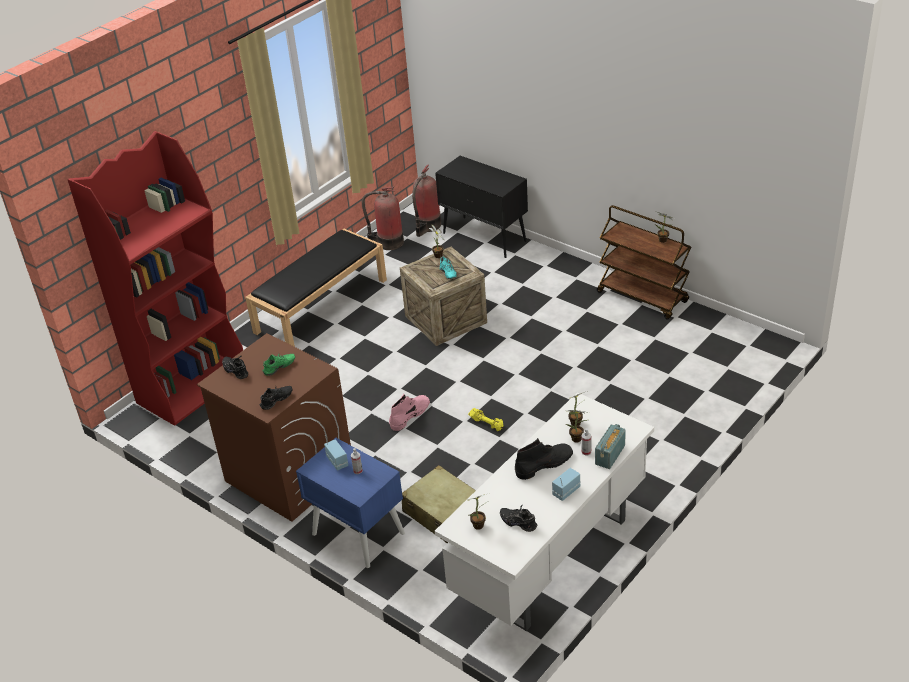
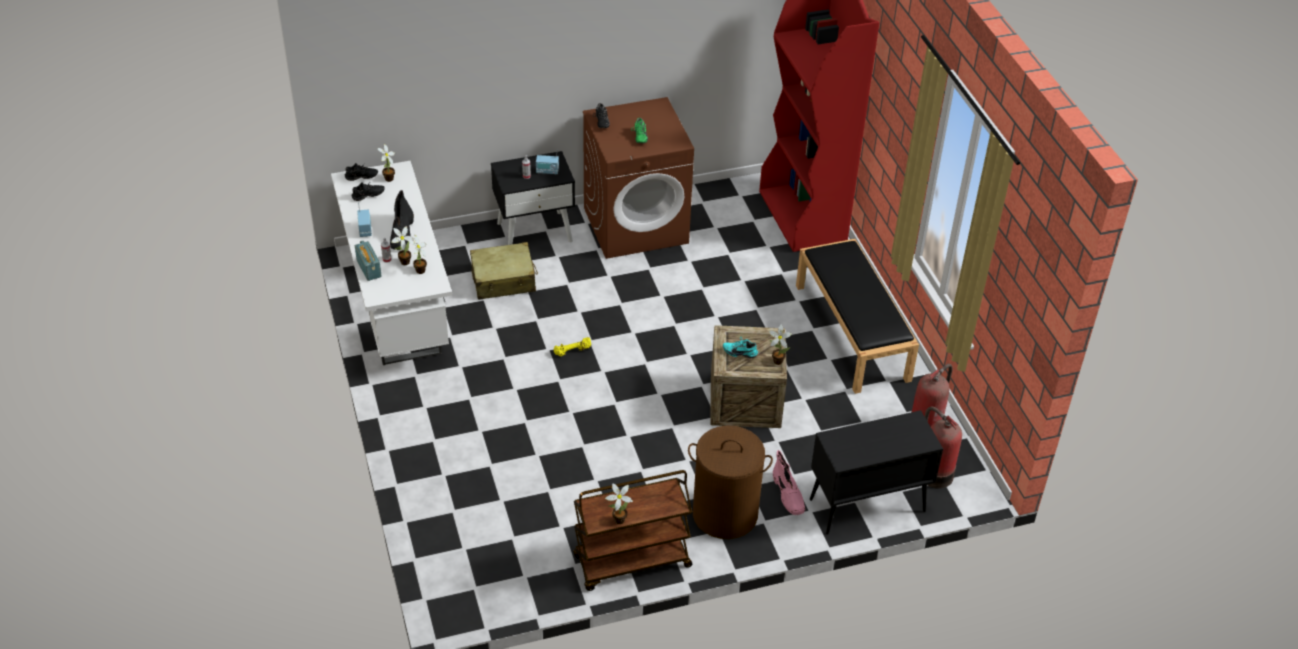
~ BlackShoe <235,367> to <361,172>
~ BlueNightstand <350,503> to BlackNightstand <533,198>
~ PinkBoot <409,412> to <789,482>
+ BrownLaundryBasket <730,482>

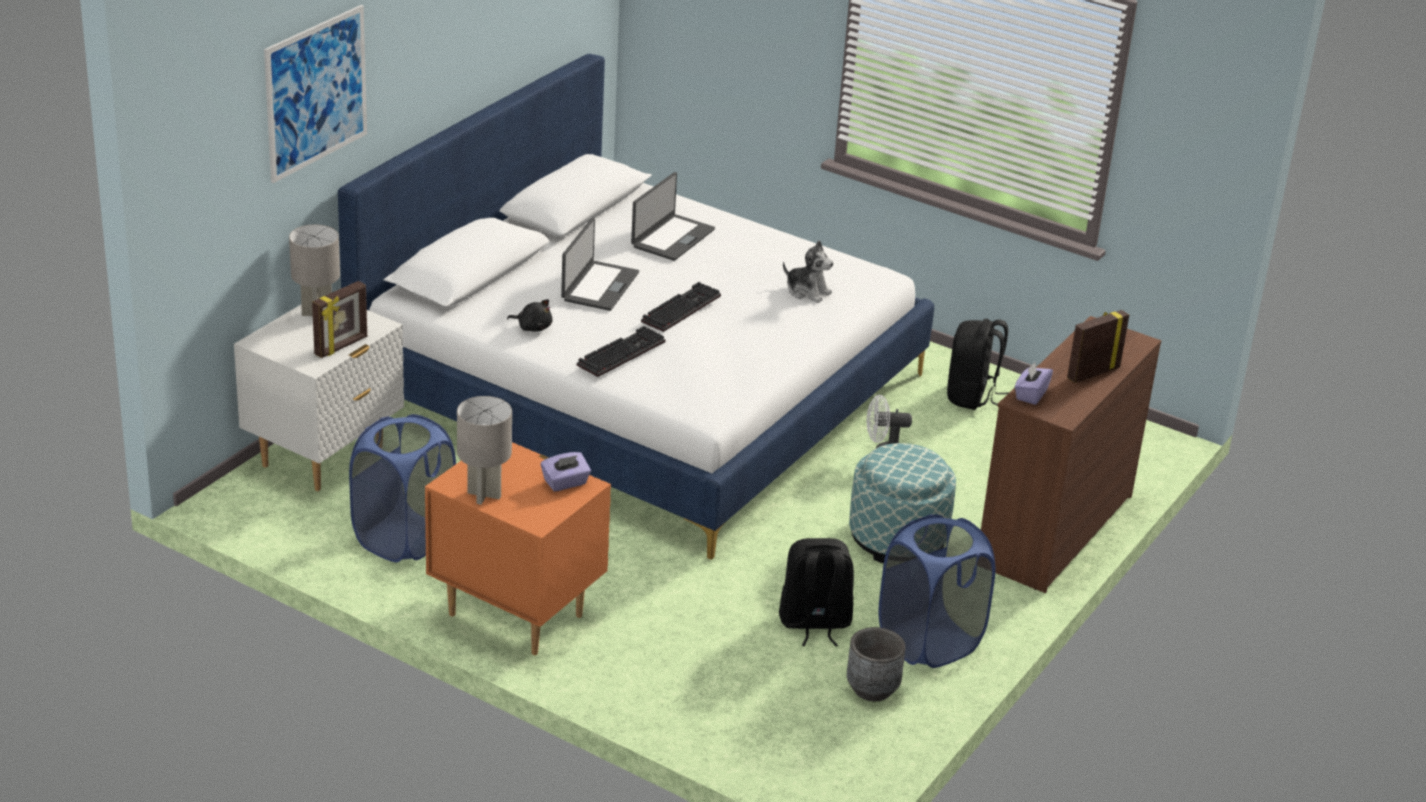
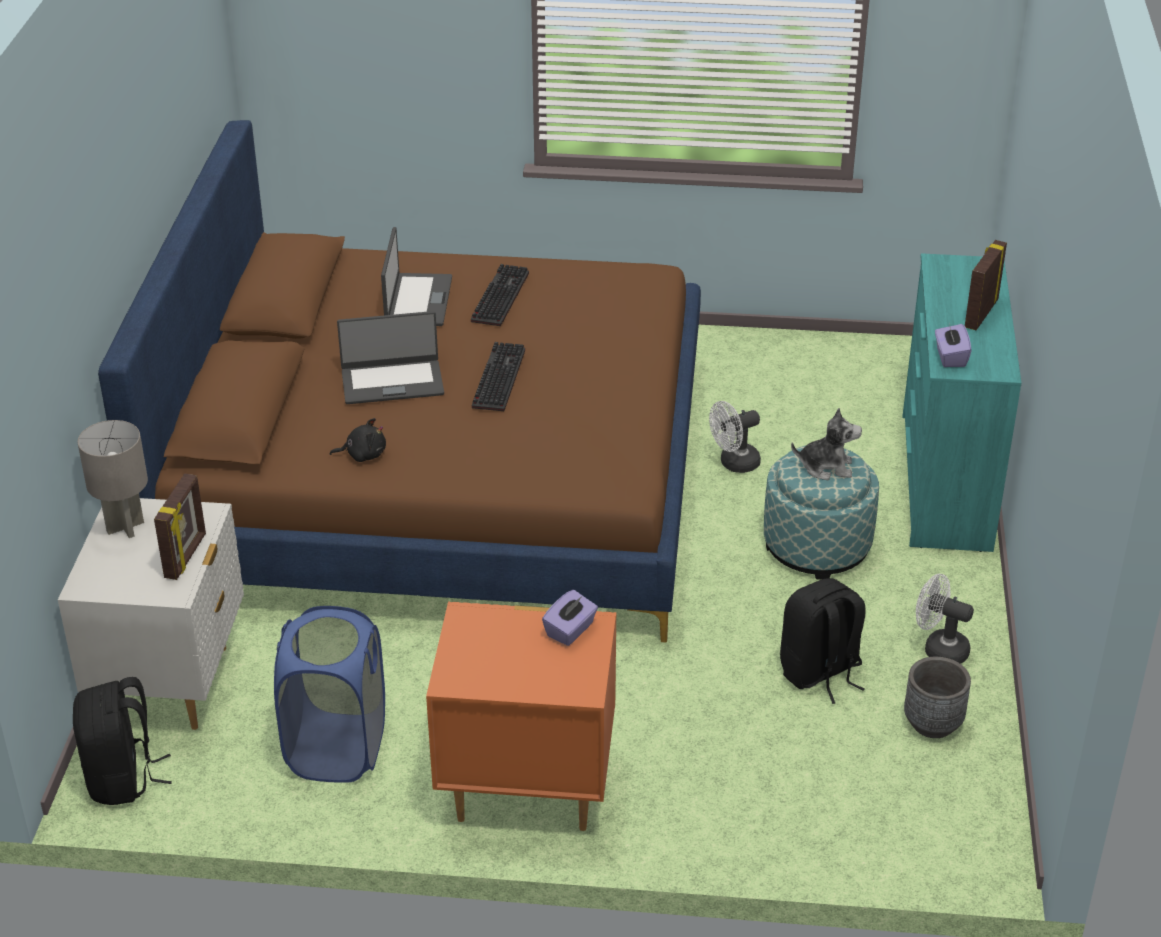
- Picture <315,94>
~ WhiteBed <636,307> to BrownBed <399,381>
- GreyTableLamp <484,450>
~ Laptop <600,264> = <390,357> 90 degrees clockwise
~ Keyboard <621,351> to <500,295>
~ PlushToy <808,271> to <826,444>
~ BlueLaundryBasket <937,591> to WhiteFan <945,619>
~ BlackBackpack <977,364> to <122,741>
~ BrownDresser <1071,454> to TurquoiseDresser <961,402>

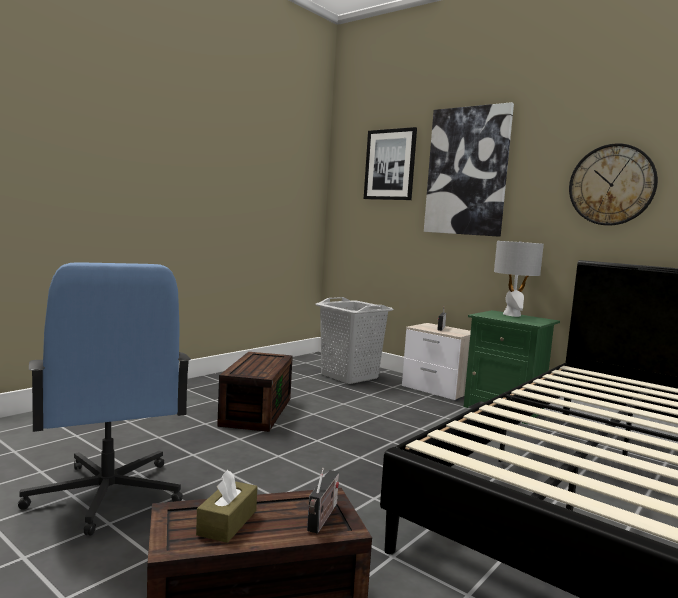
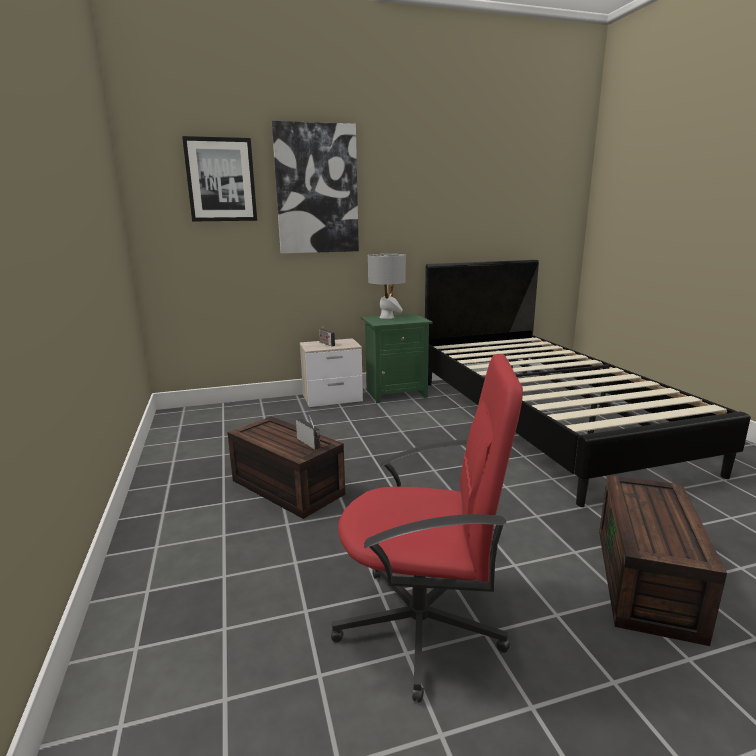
~ BlueOfficeChair <104,399> to RedOfficeChair <427,528>
- BrownTissueBox <226,506>
~ Radio <323,501> to <308,432>
- GreyLaundryBasket <354,340>
- WallClock <613,184>

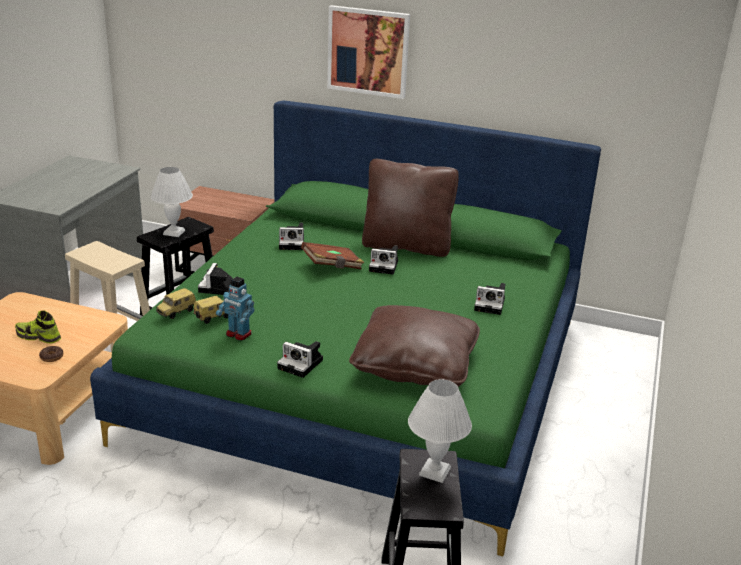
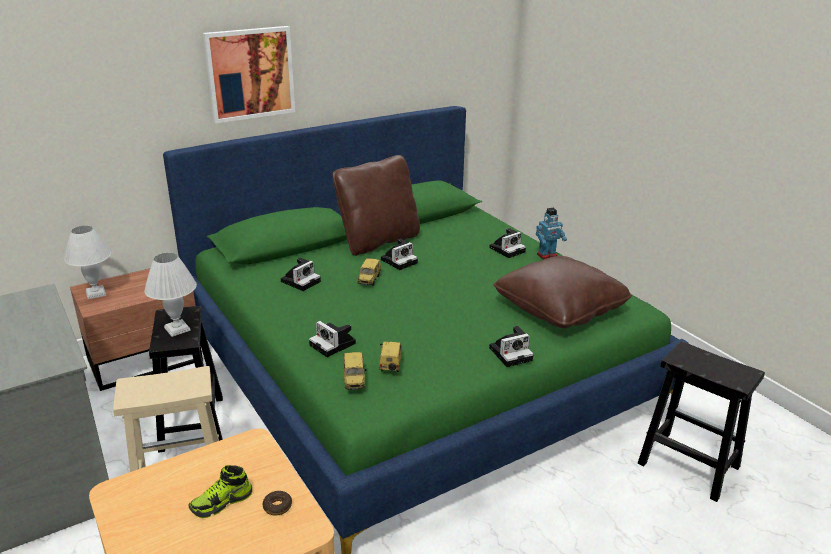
~ ToyRobot <235,309> to <551,233>
~ BrownBook <332,255> to ToyCar <370,272>
~ WhiteTableLamp <440,431> to <87,262>

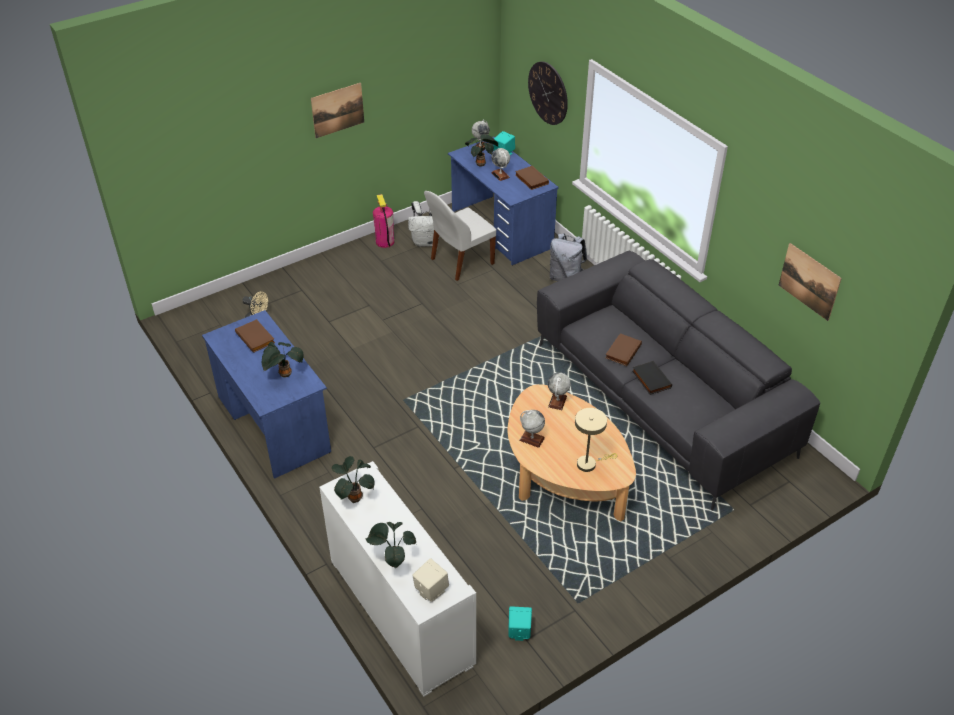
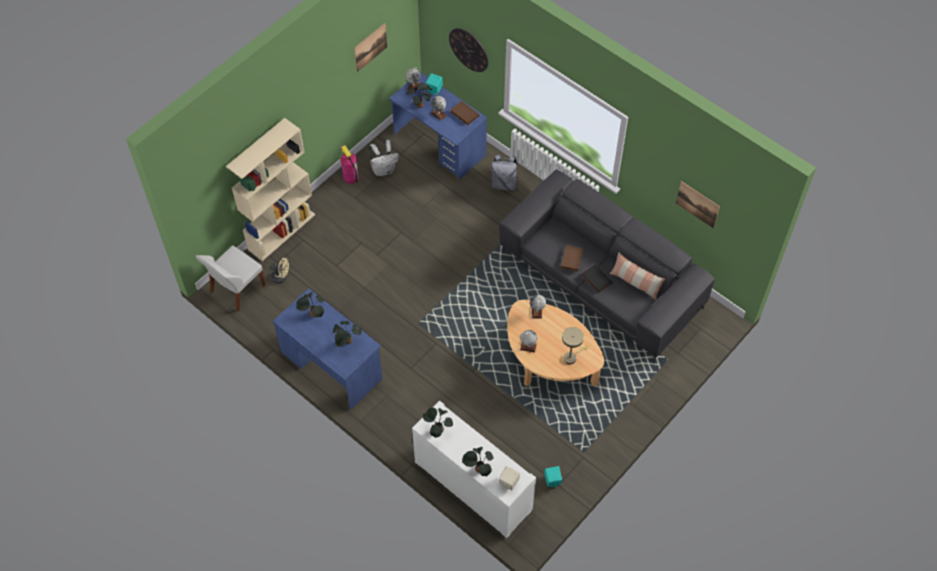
~ BrownBook <255,336> to PottedPlant <310,305>
~ Picture <337,110> to <370,47>
~ WhiteChair <460,236> to <230,278>
+ BeigeBookcase <270,189>
+ Pillow <637,276>

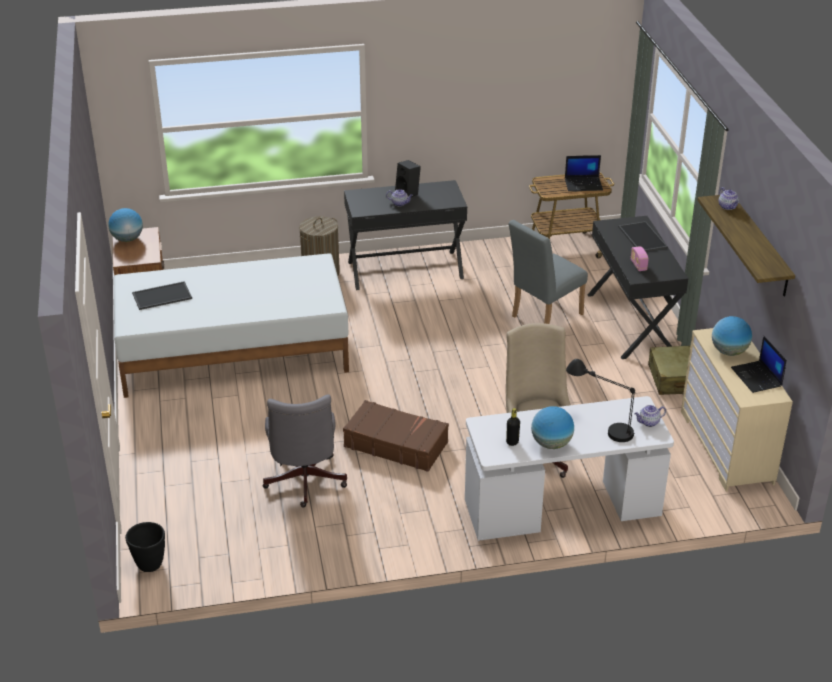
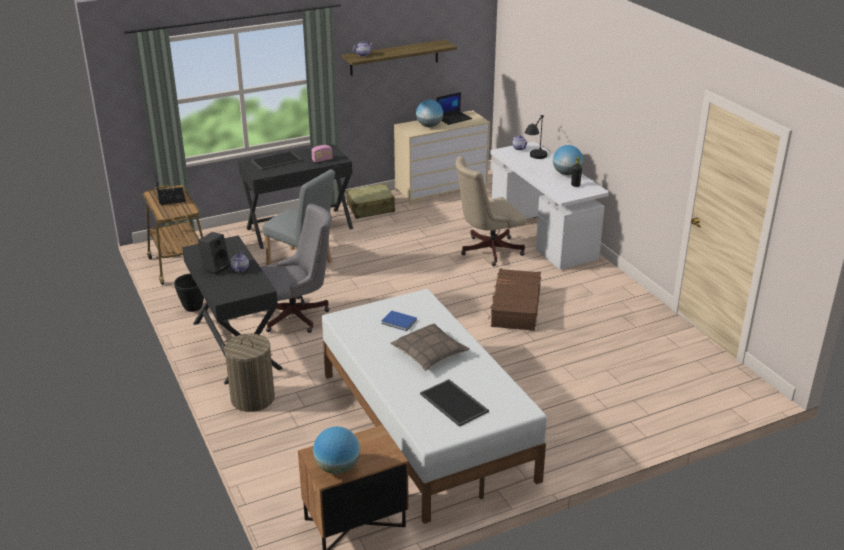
~ BlackPlanter <145,547> to <189,292>
~ GreyOfficeChair <305,450> to <296,268>
+ BlueBook <399,321>
+ Pillow <430,347>

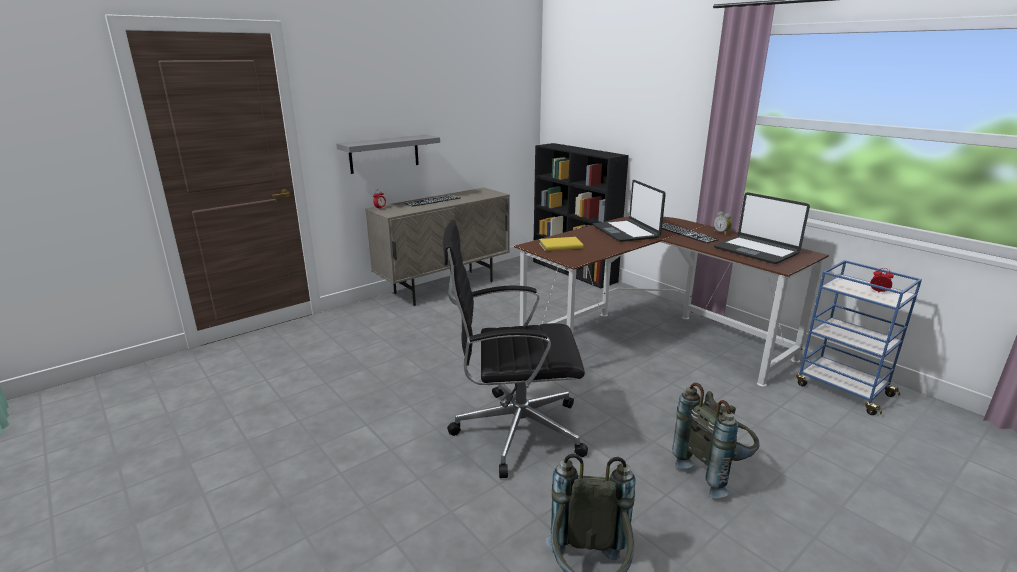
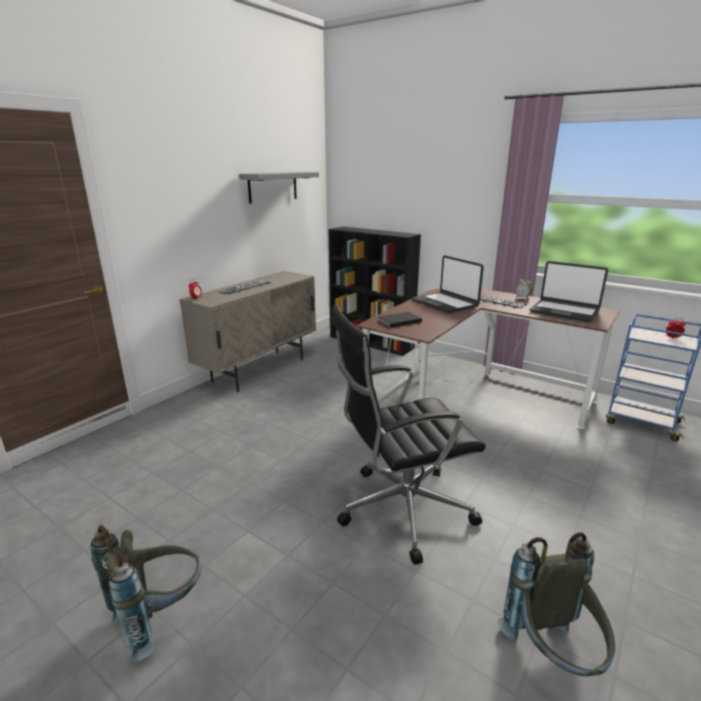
~ GreyShelf <388,154> to <279,187>
~ YellowBook <561,244> to BlackBook <400,320>
~ GreyBackpack <715,440> to <146,593>

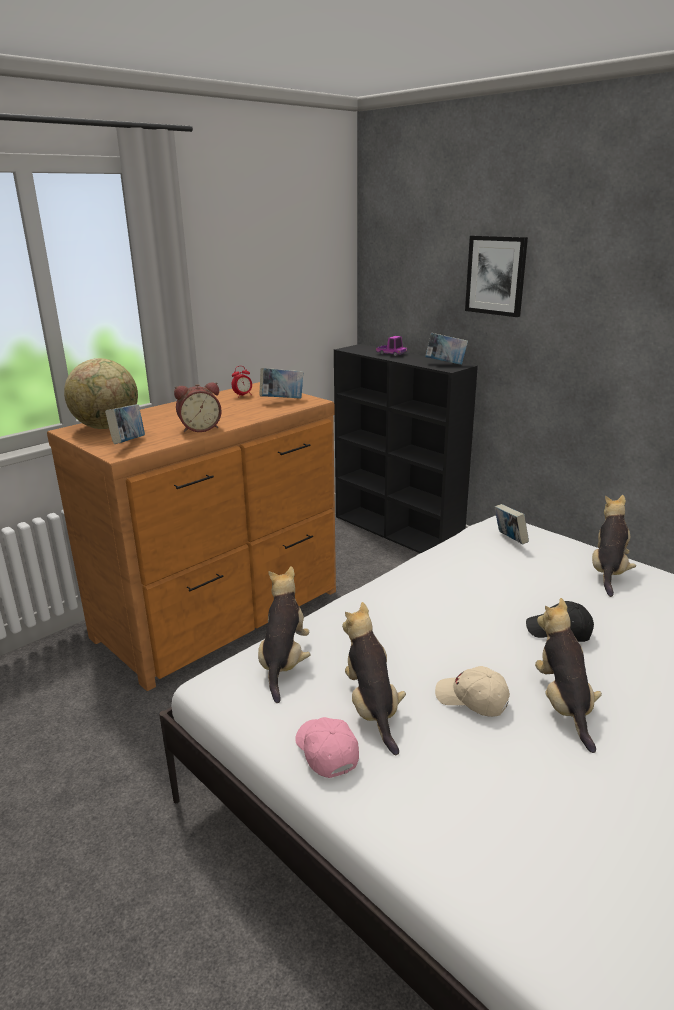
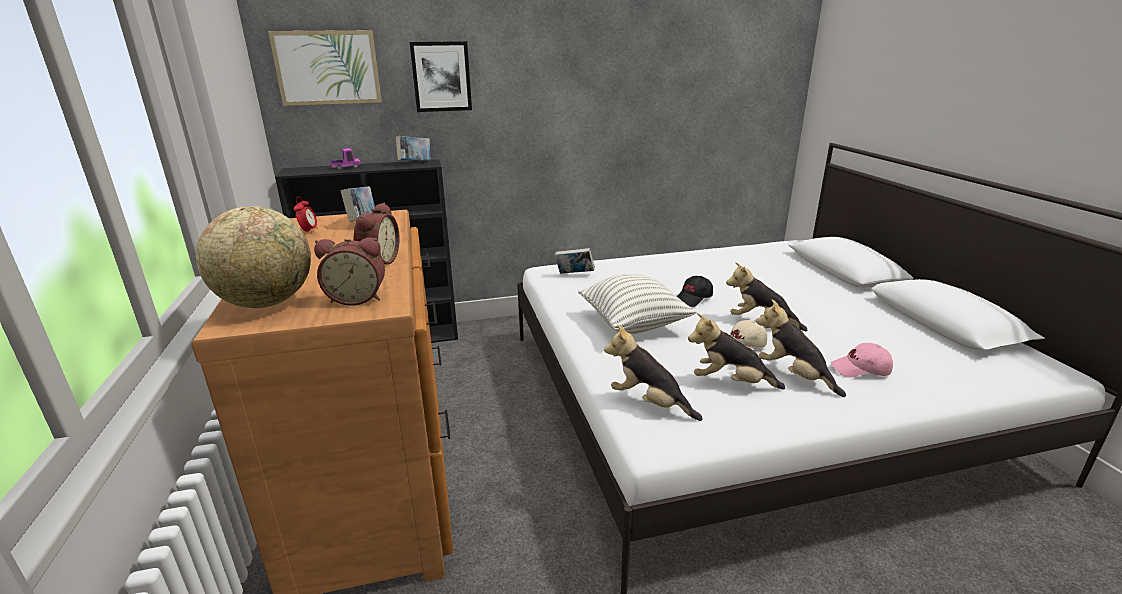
~ Book <125,424> to AlarmClock <349,271>
~ PinkCap <327,747> to <862,360>
~ PlushToy <614,546> to <801,348>
+ Picture <325,68>
+ Pillow <637,304>

